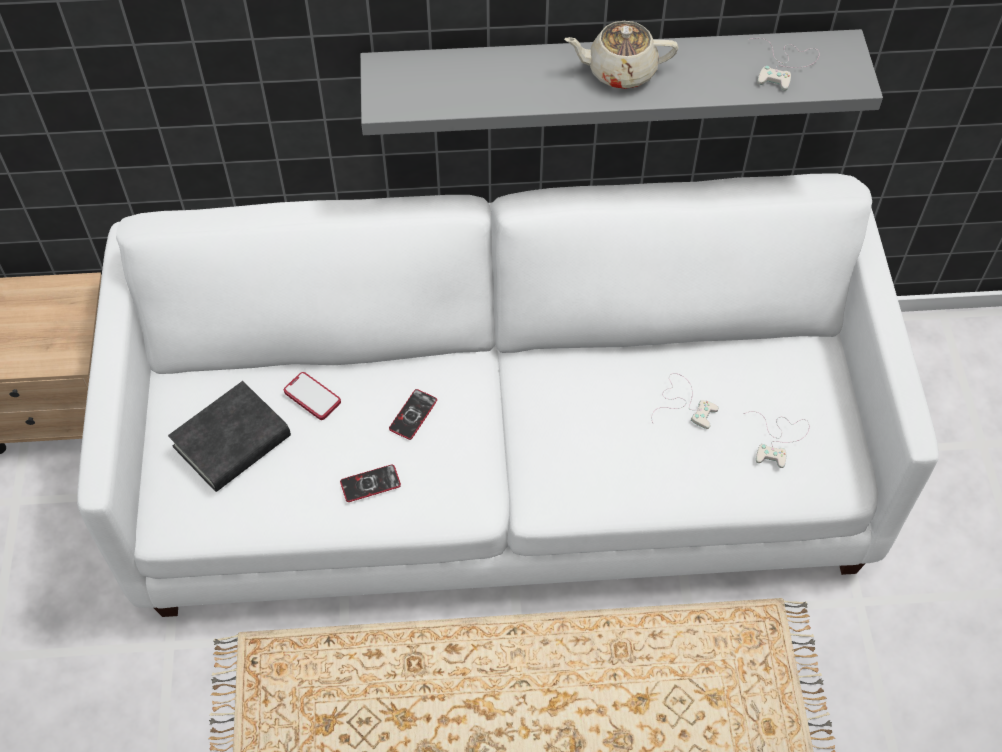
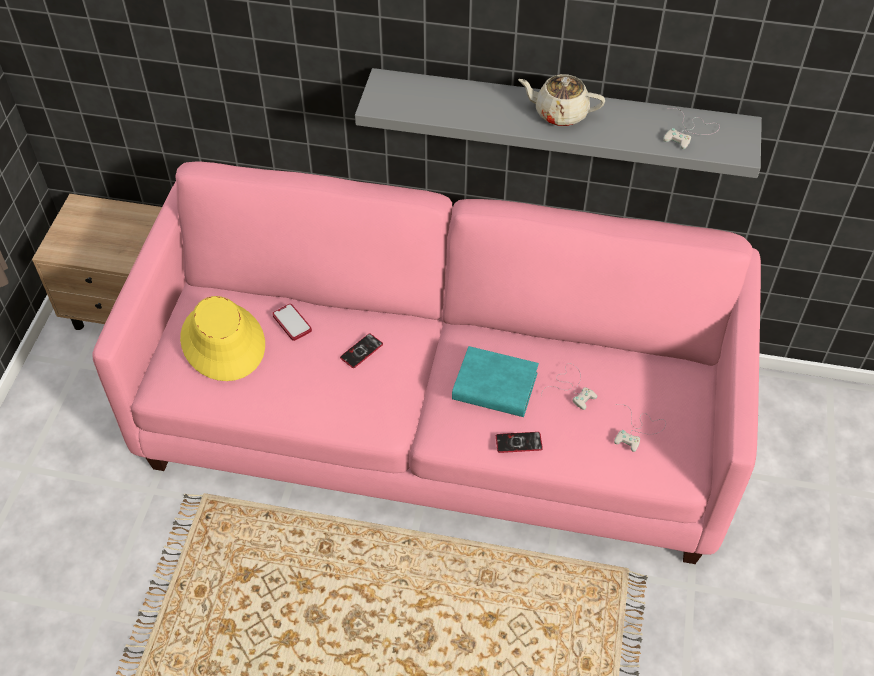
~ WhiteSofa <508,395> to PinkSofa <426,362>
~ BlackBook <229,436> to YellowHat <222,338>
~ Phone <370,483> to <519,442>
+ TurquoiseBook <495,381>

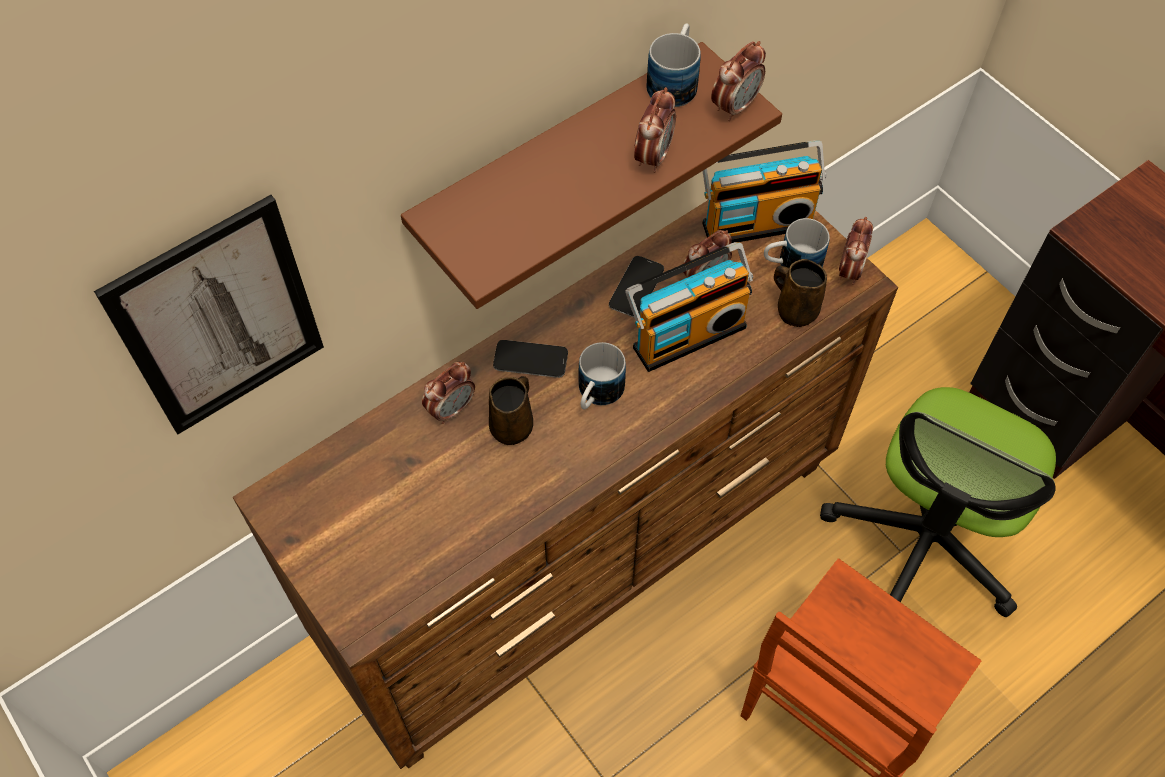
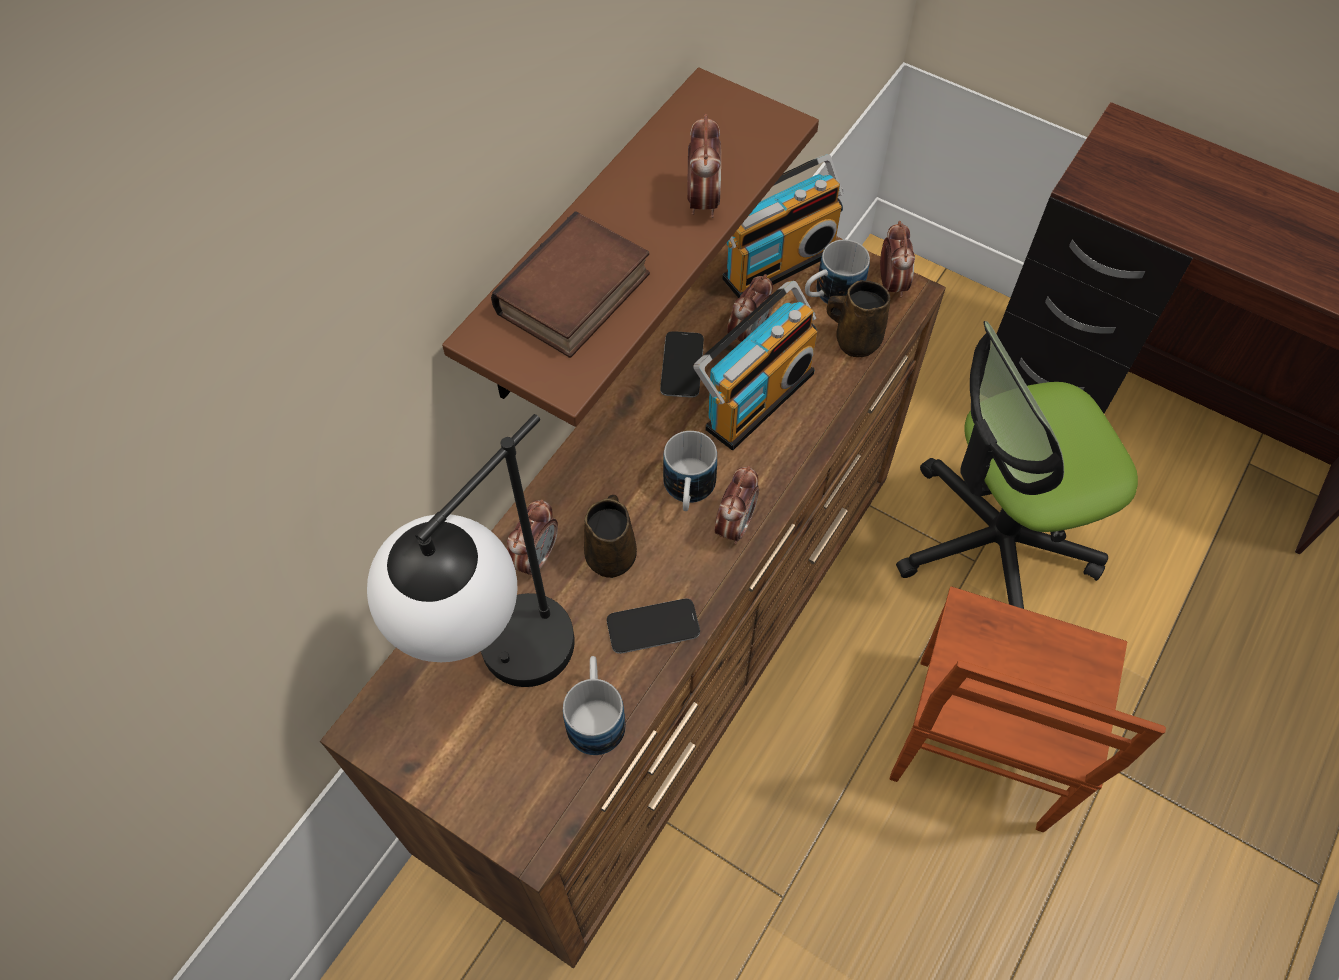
- Picture <209,314>
~ Phone <530,359> to <653,626>
~ Mug <674,65> to <594,705>
~ AlarmClock <738,81> to <737,505>
~ OfficeChair <938,502> = <1017,465> 60 degrees clockwise
+ TableLamp <471,550>
+ Book <570,284>

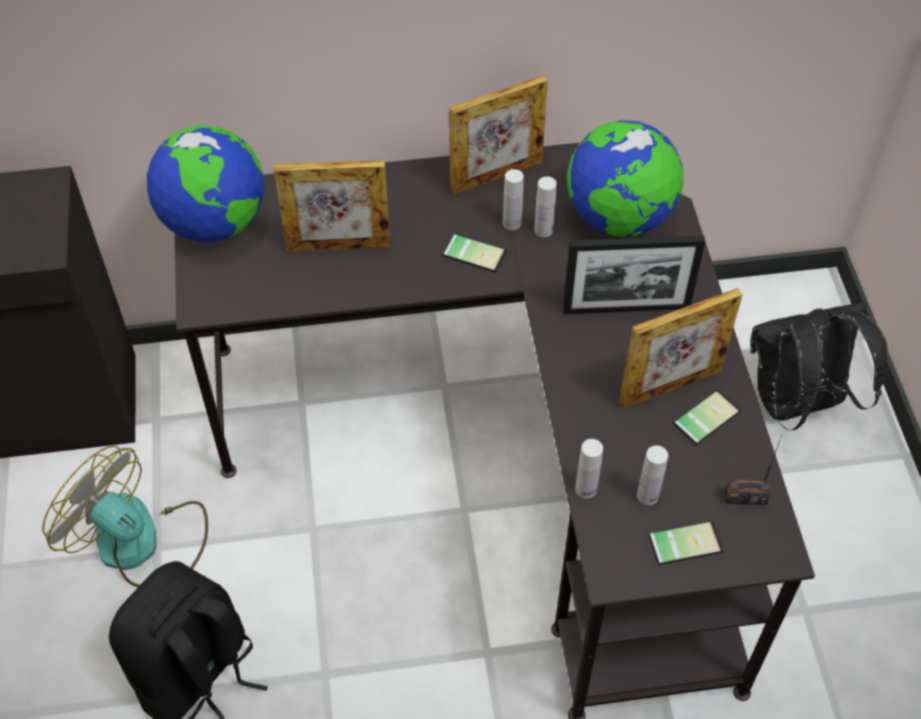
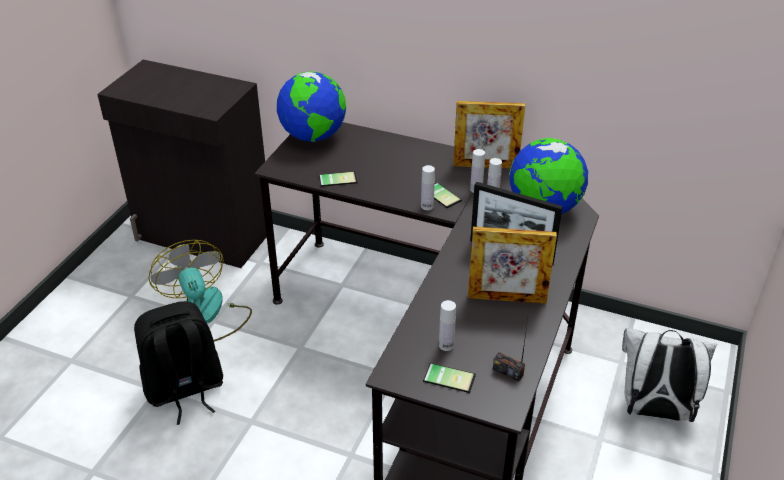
- PictureFrame <332,205>
~ WhiteBottle <589,469> to <428,187>
~ Phone <707,417> to <338,179>
~ BlackBackpack <819,366> to WhiteBackpack <669,375>

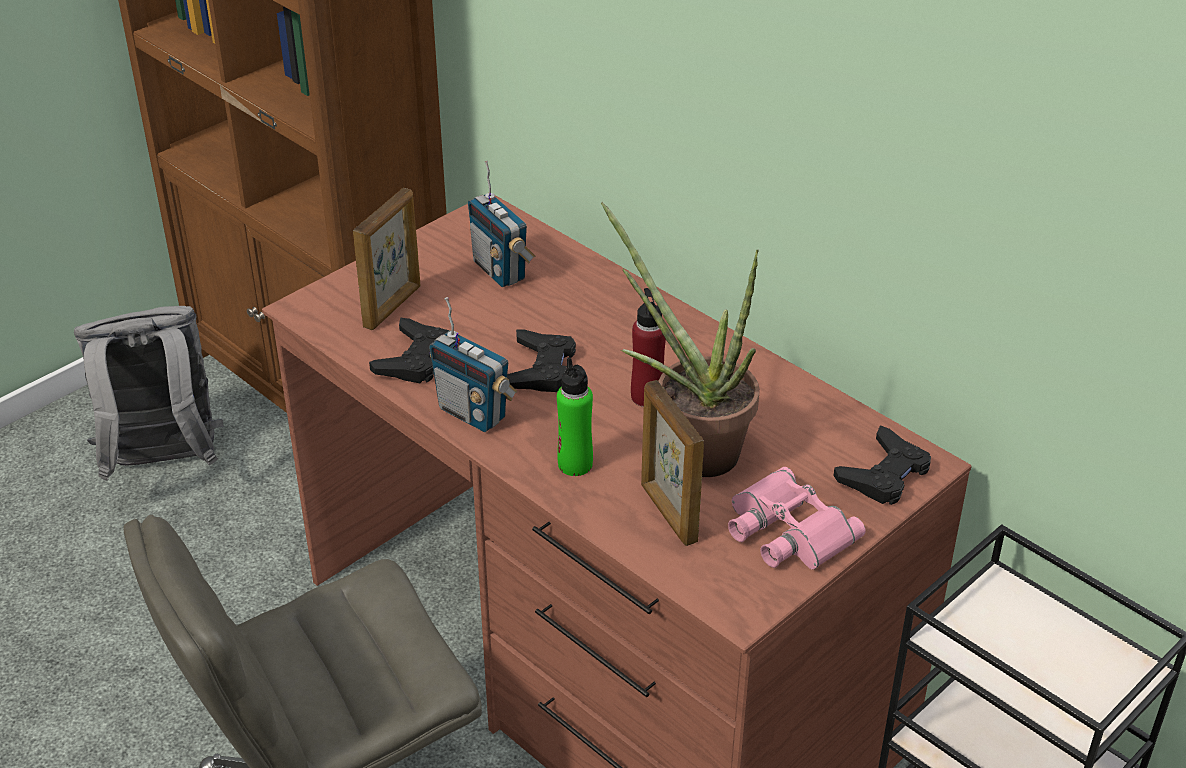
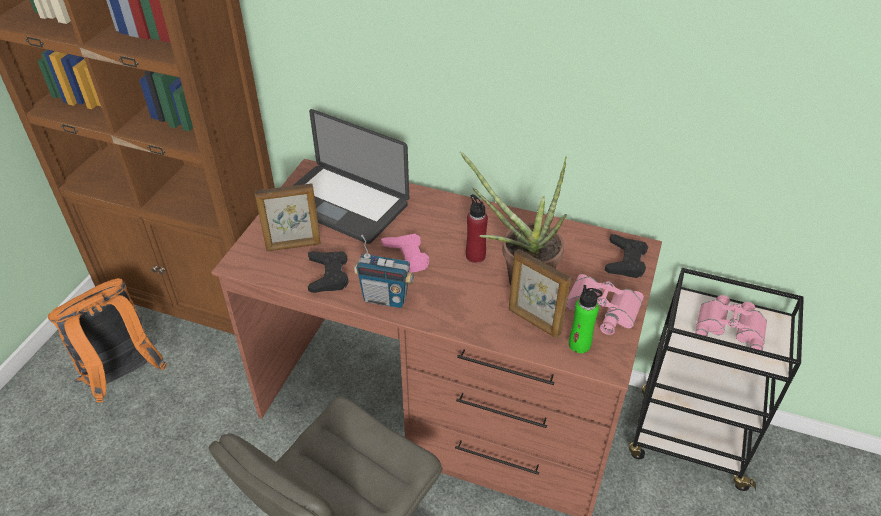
~ GreyBackpack <149,393> to OrangeBackpack <107,340>
~ PictureFrame <386,259> = <288,217> 75 degrees clockwise
~ Radio <501,224> to Laptop <351,176>
~ BlackGameController <541,360> to PinkGameController <405,253>
~ GreenBottle <575,416> to <585,319>
+ PinkBinoculars <731,323>

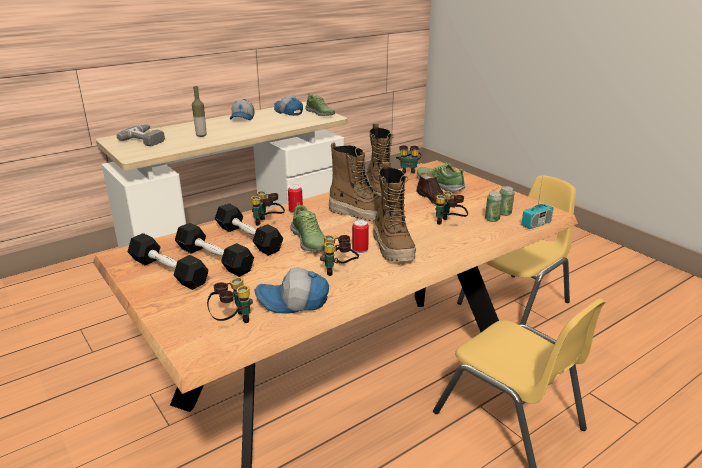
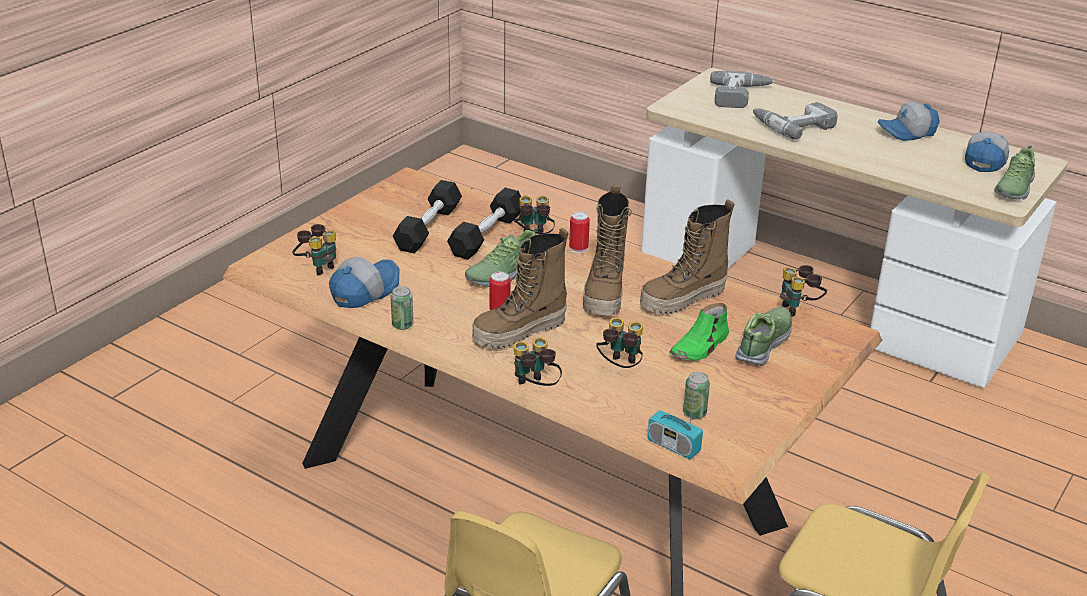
- BlackDumbbell <168,261>
~ Bottle <199,111> to PowerDrill <795,120>
~ Cap <291,290> = <364,282> 60 degrees clockwise
~ Binoculars <339,255> to <538,361>
~ BrownShoe <434,189> to GreenShoe <699,332>
~ Can <493,207> to <402,308>

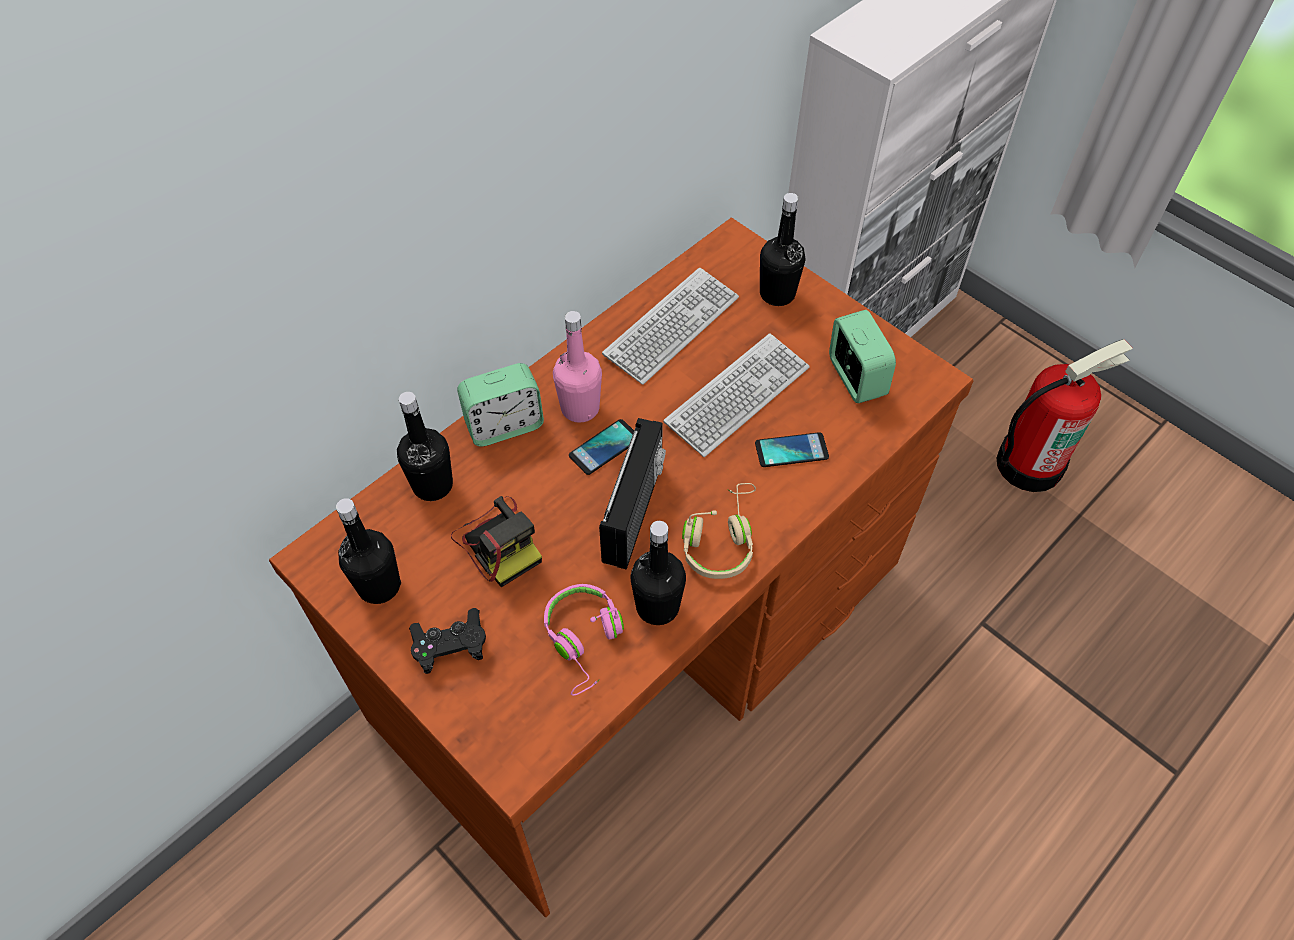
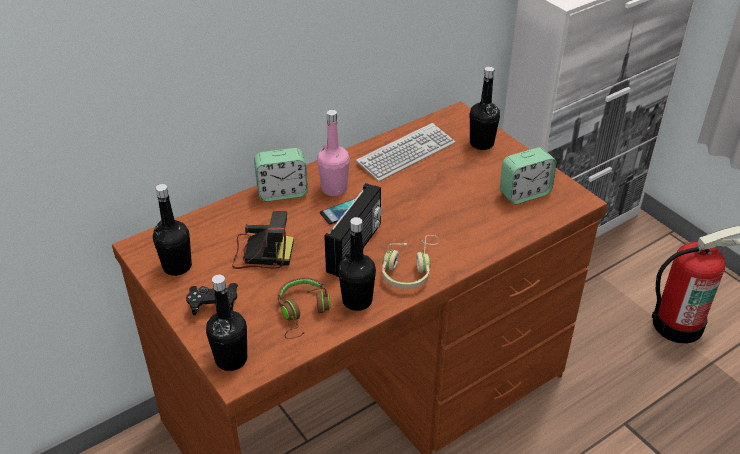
~ BlackBottle <425,446> to <226,323>
~ PhotoCamera <496,541> = <263,240> 60 degrees counterclockwise
~ PinkHeadphones <584,640> to BrownHeadphones <304,308>
- Keyboard <736,395>
- Phone <792,449>
~ AlarmClock <862,356> = <528,175> 75 degrees clockwise

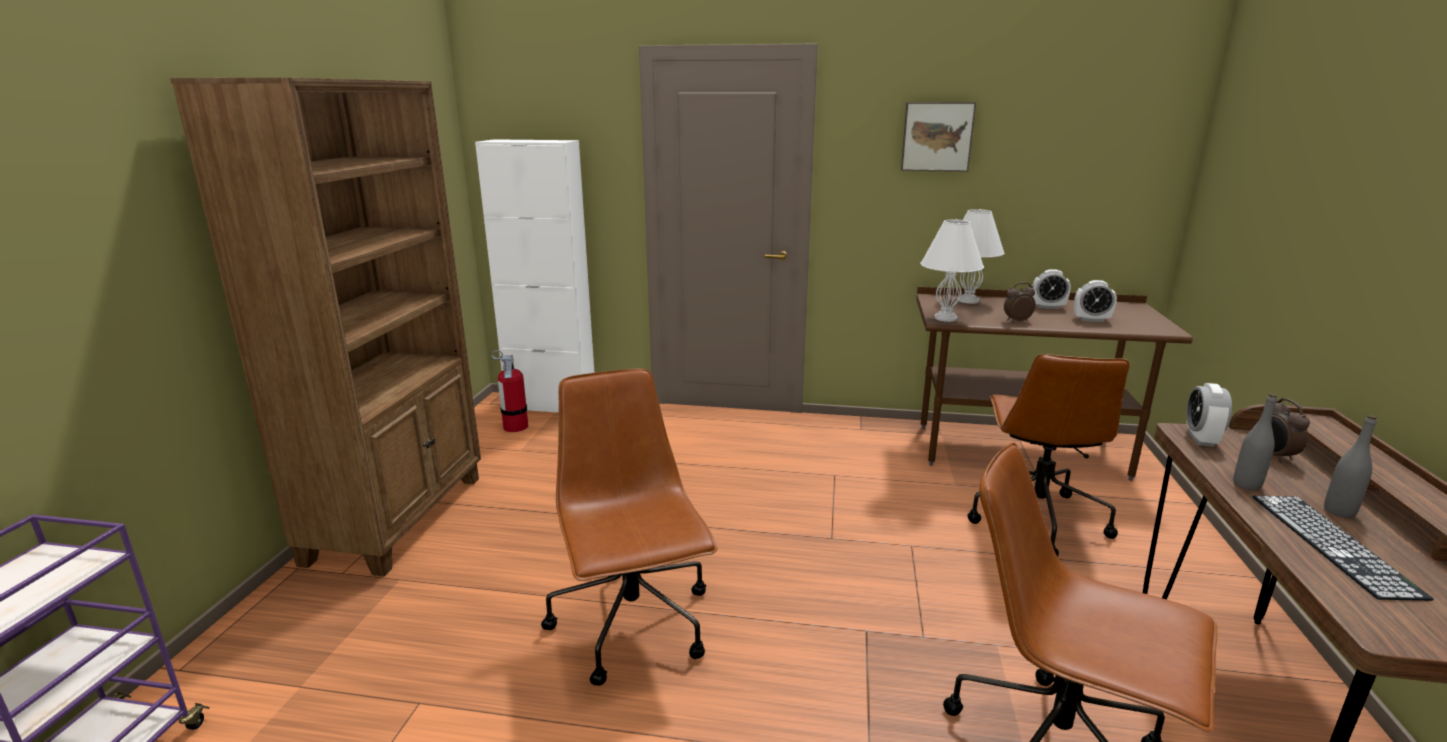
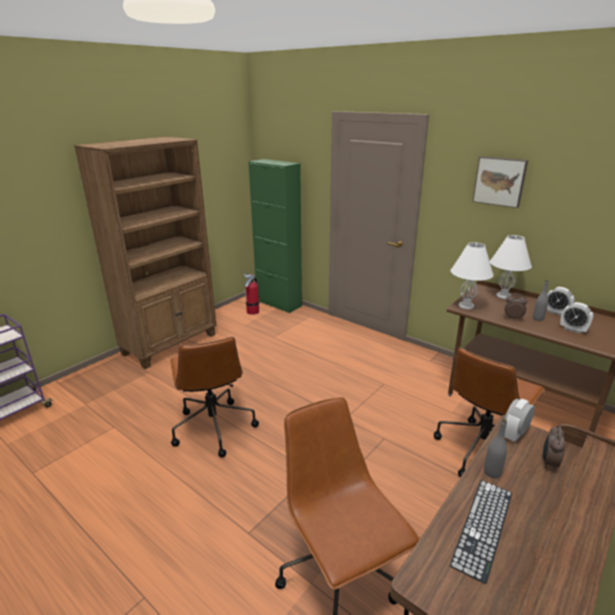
~ WhiteCabinet <534,276> to GreenCabinet <275,236>
~ BrownOfficeChair <629,527> = <214,397> 150 degrees clockwise
~ GreyBottle <1350,466> to <541,300>

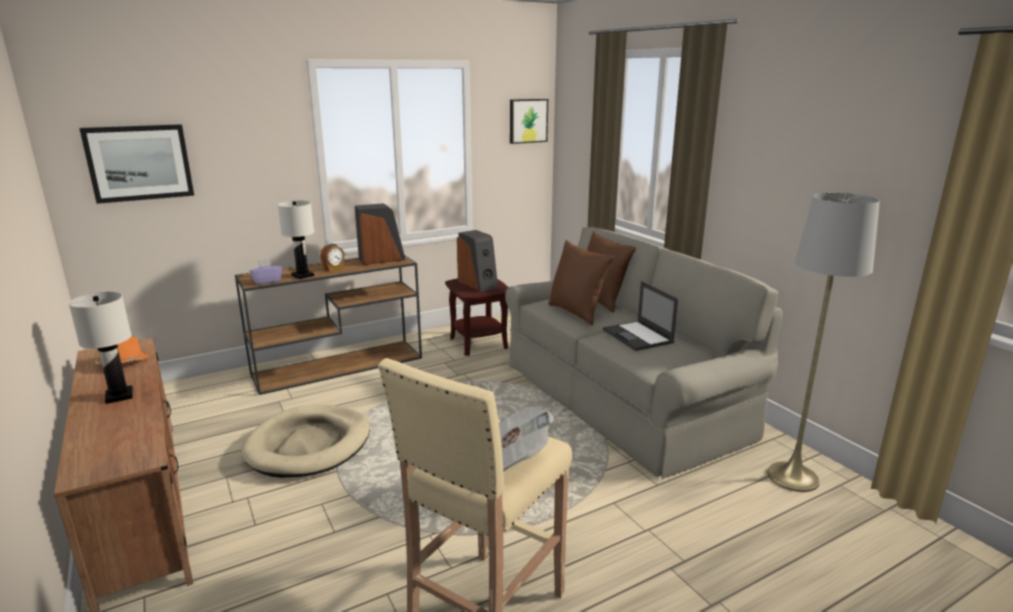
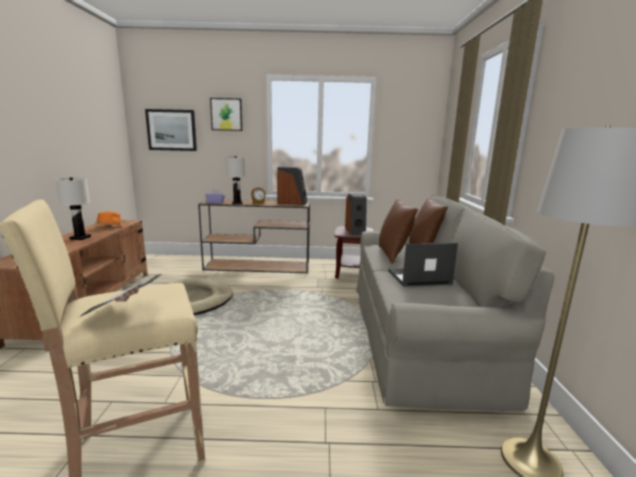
~ Picture <529,121> to <226,114>
~ Laptop <640,316> = <423,265> 75 degrees clockwise

